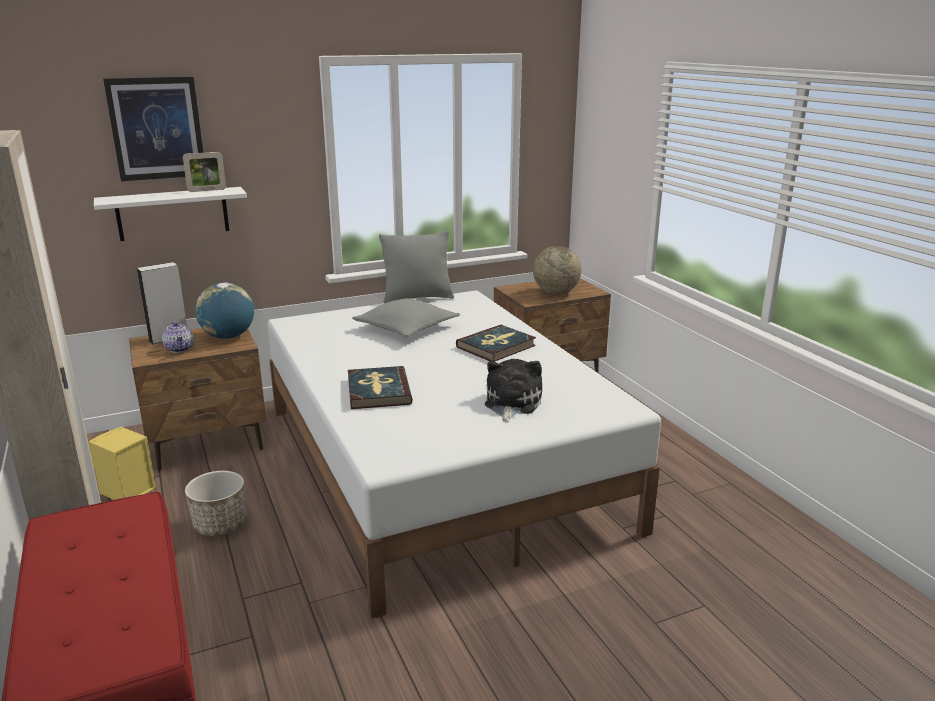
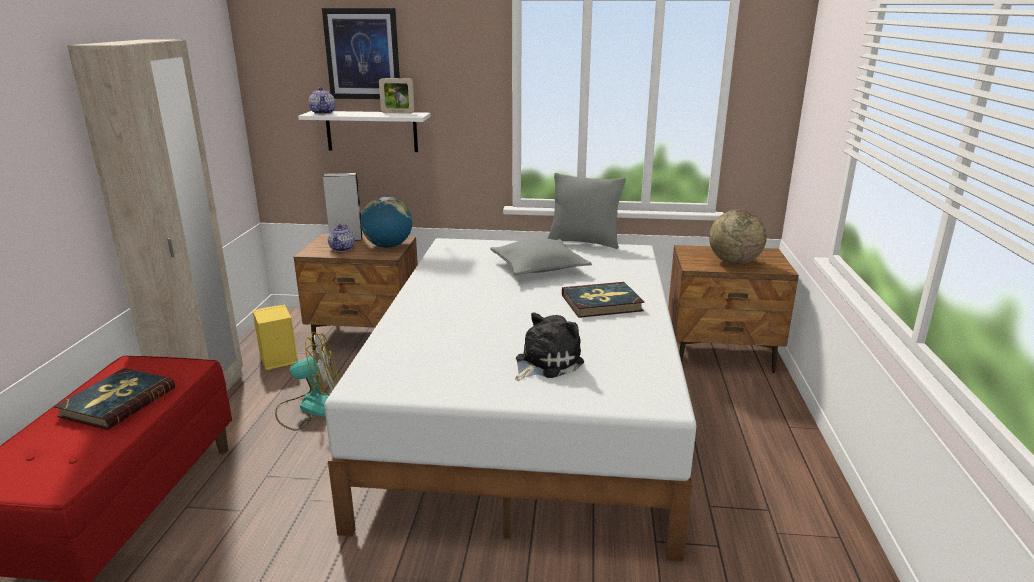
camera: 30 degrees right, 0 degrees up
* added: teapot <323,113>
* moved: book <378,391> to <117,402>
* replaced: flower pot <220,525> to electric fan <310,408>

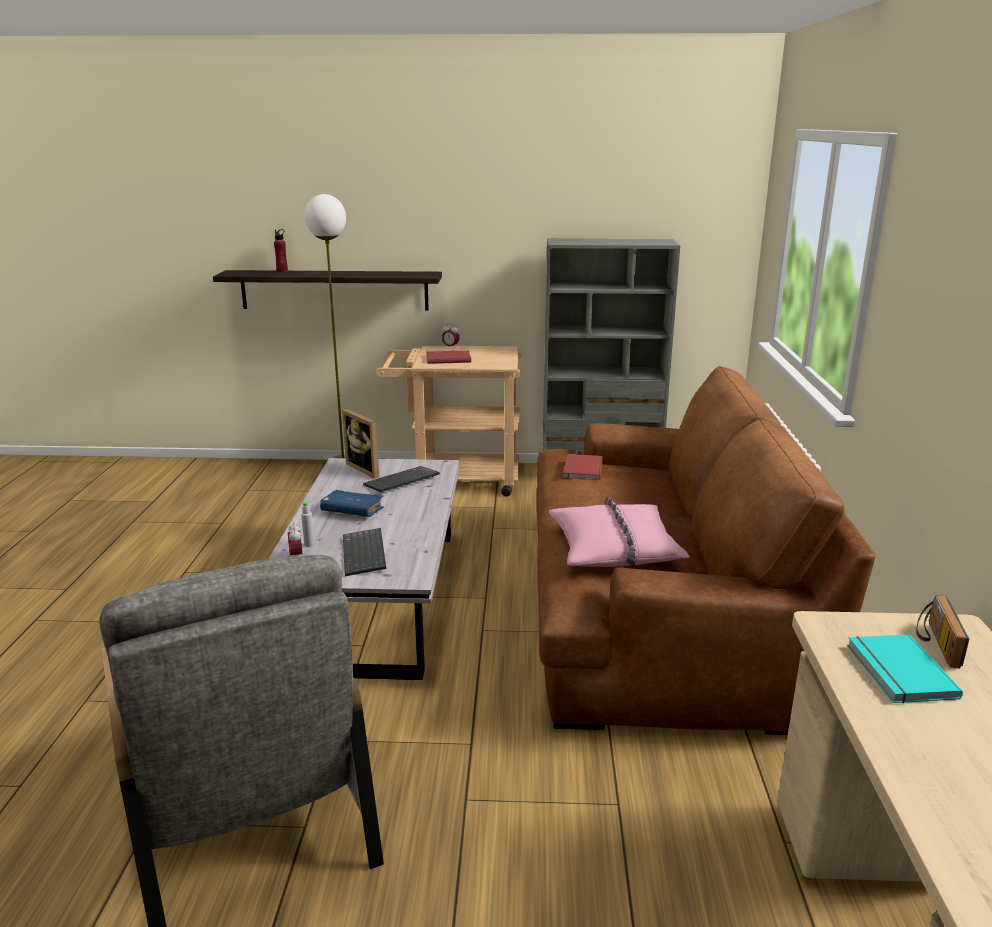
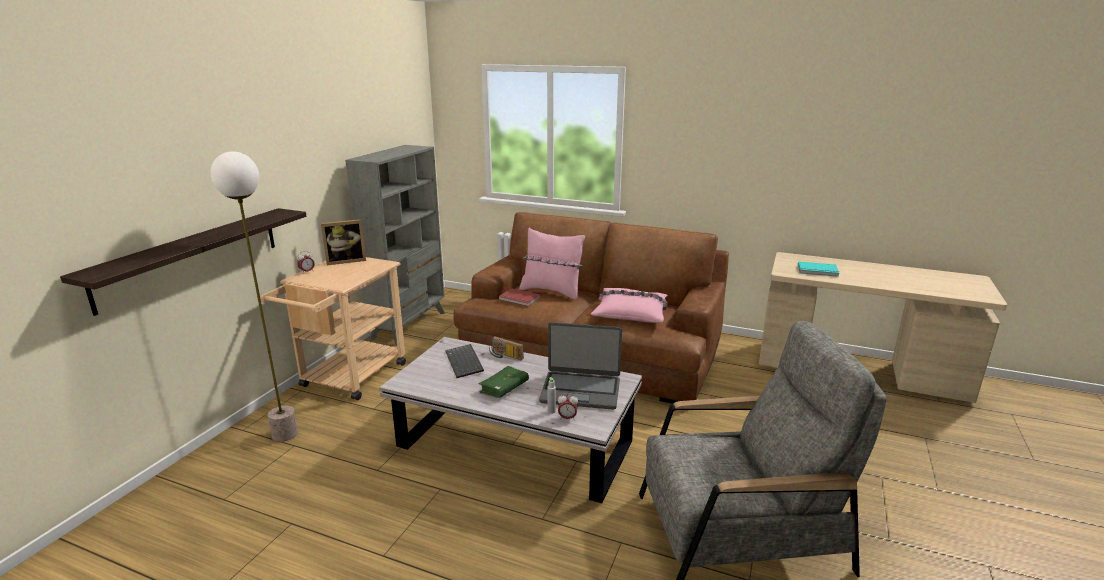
camera: 70 degrees left, 0 degrees up
* removed: red bottle <282,271>
* removed: red book <448,359>
* added: pinkish pillow <552,291>
* moved: picture frame <367,469> to <346,261>
* moved: radio receiver <935,643> to <504,356>
* replaced: keyboard <365,554> to laptop <580,390>
* recoloured: blue book <352,511> to green book <504,388>

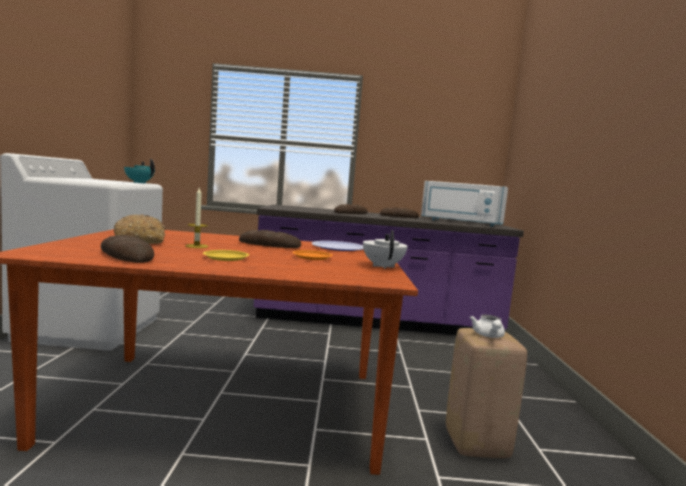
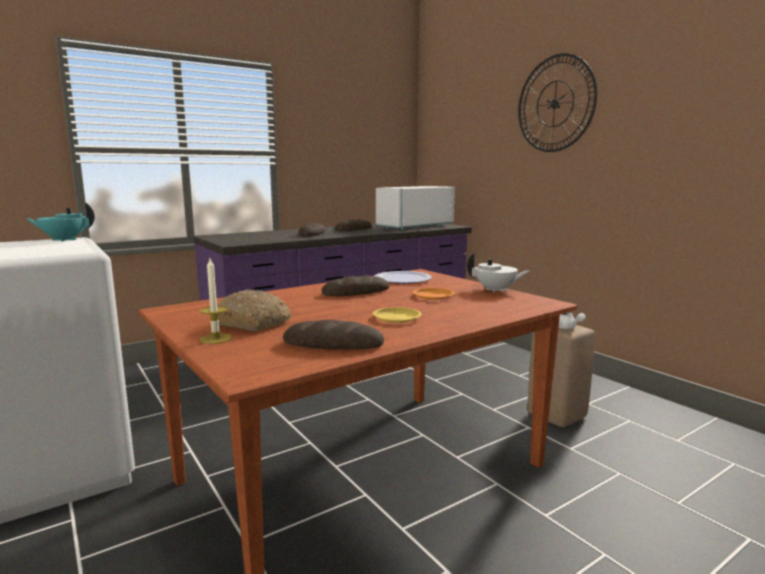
camera: 35 degrees left, 5 degrees up
* added: clock on the wall <555,104>
* moved: wax candle <197,246> to <215,338>
* turned: white-coloured teapot <383,266> = <495,290> 150 degrees clockwise
* turned: white-coloured kitchen microwave <461,222> = <413,226> 150 degrees clockwise

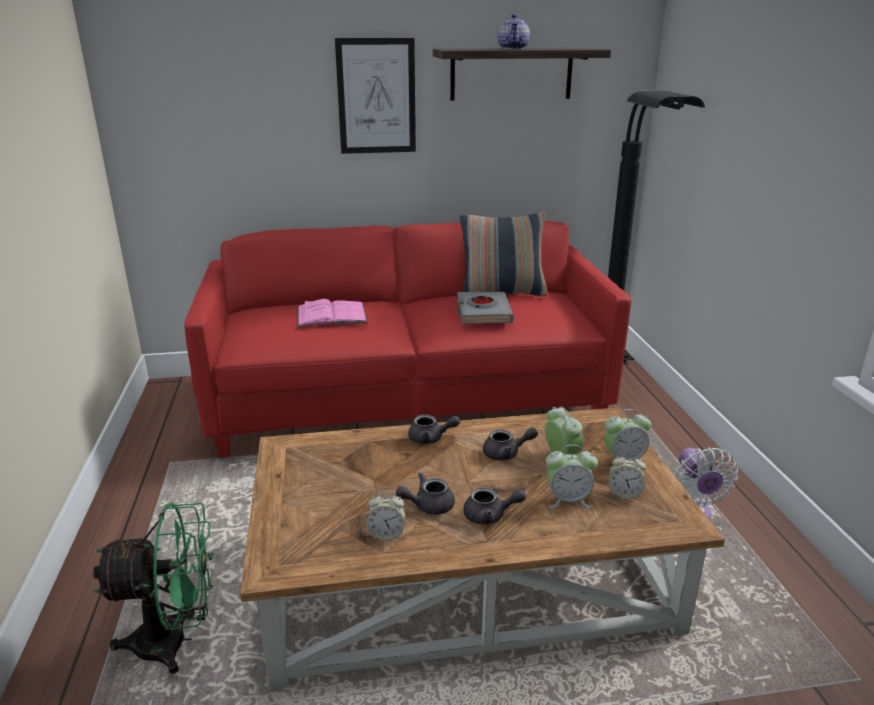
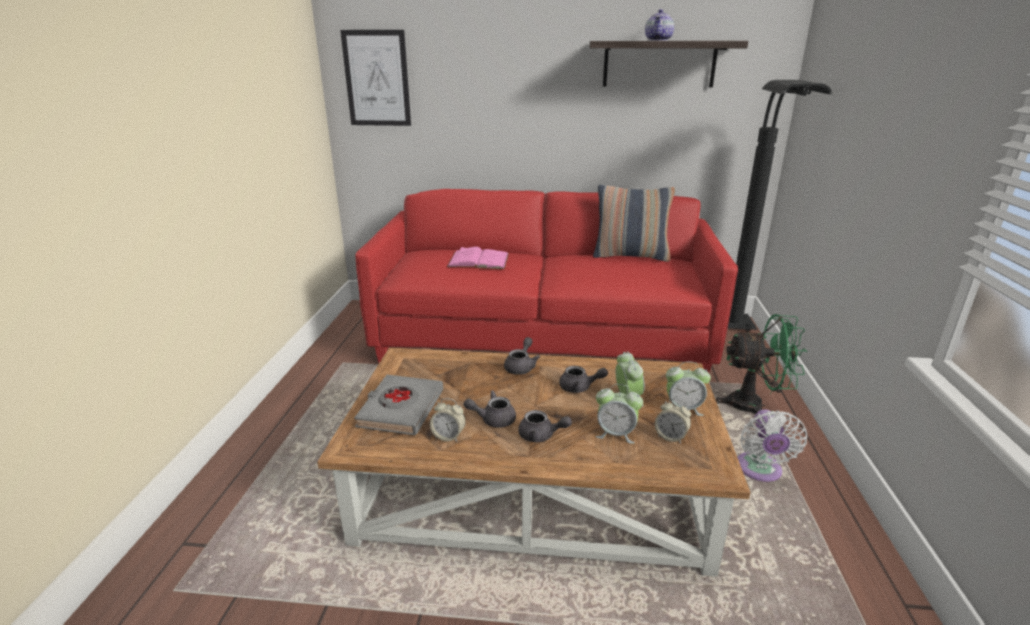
camera: 15 degrees right, 0 degrees up
* moved: green electric fan <175,642> to <754,405>
* moved: wall picture <376,96> to <377,79>
* moved: grey book <483,312> to <400,409>
* turned: grey teapot <431,438> = <521,367> 90 degrees counterclockwise

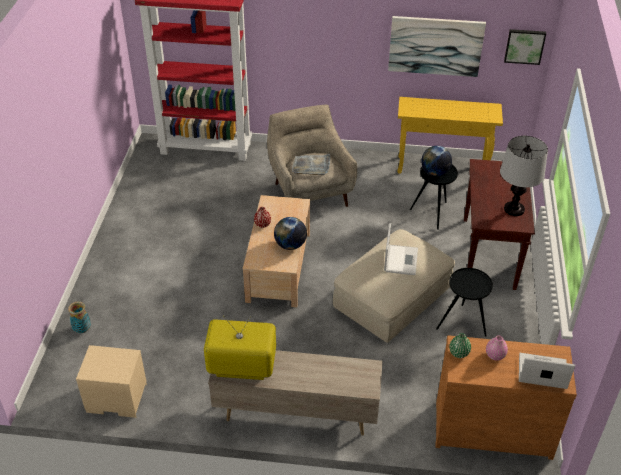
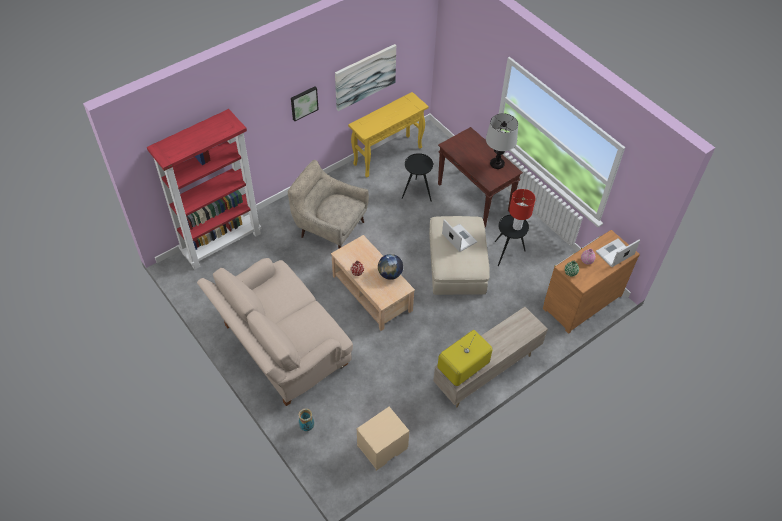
camera: 45 degrees left, 10 degrees up
* removed: grey carrying tray <311,166>
* removed: desk globe <435,172>
* added: beige-coloured settee <281,348>
* added: red lamp for a table <517,226>
* moved: wall picture <524,46> to <303,103>

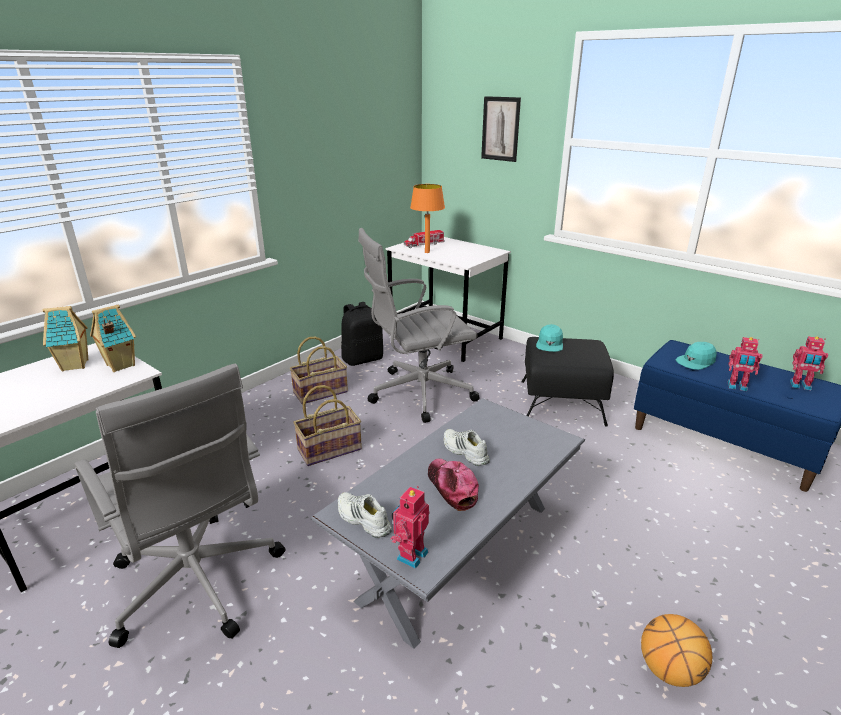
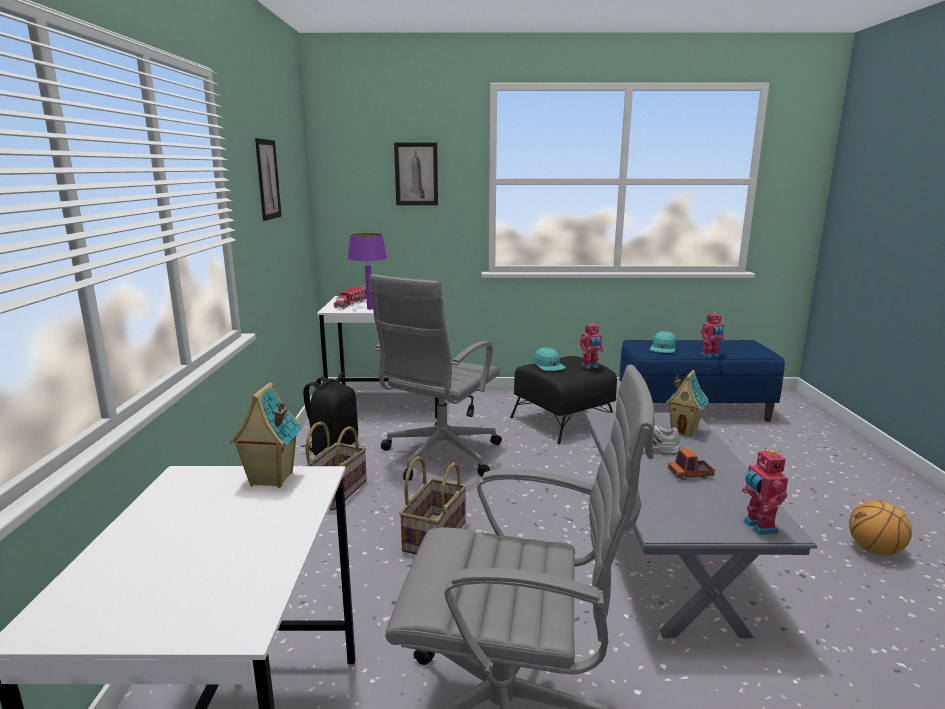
camera: 40 degrees left, 10 degrees down
* removed: white-coloured low shoe <362,519>
* added: wall picture <268,179>
* moved: toy house <76,365> to <684,430>
* moved: robot figure <800,386> to <590,366>
* replaced: peaked cap <452,487> to toy lorry <690,474>
* recoloured: orange lamp for a table <427,252> to purple lamp for a table <370,308>

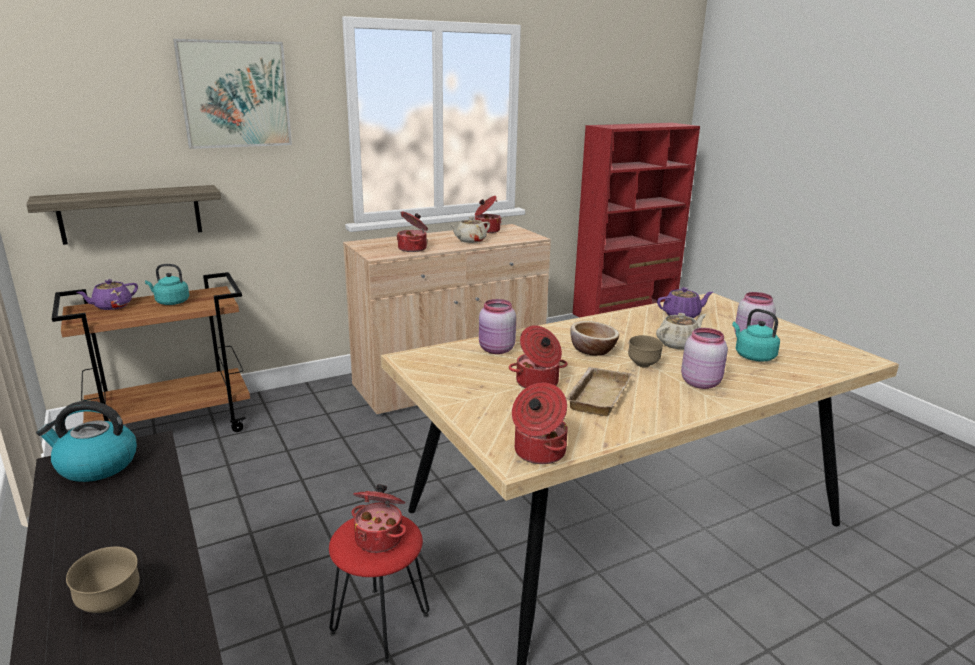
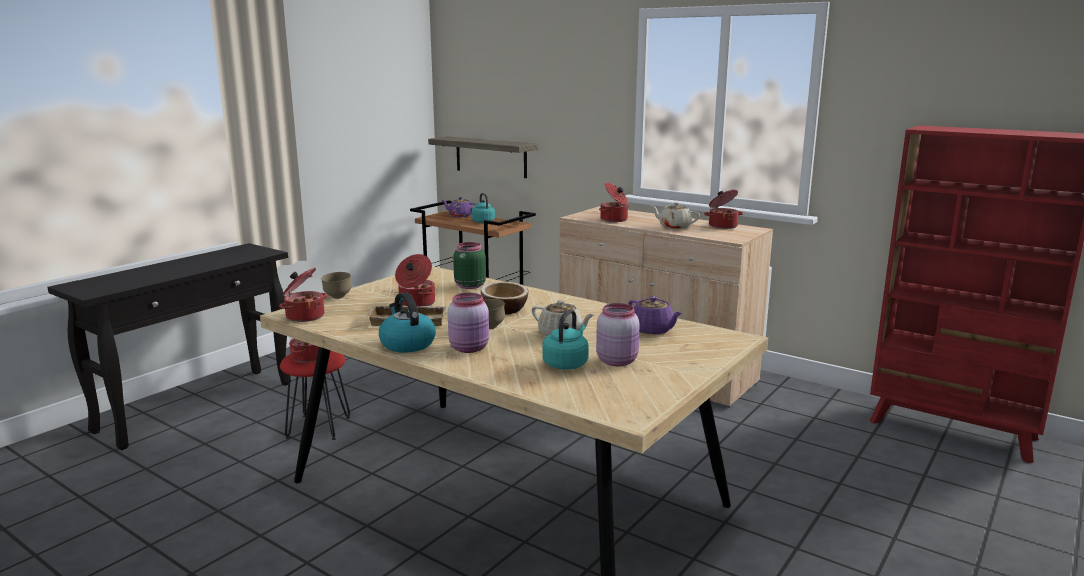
camera: 65 degrees right, 5 degrees down
* removed: wall picture <235,94>
* moved: water kettle <96,465> to <407,344>
* moved: brownish deep dish <111,605> to <337,297>
* recoloured: pinkish preserve jar <496,350> to green preserve jar <469,286>

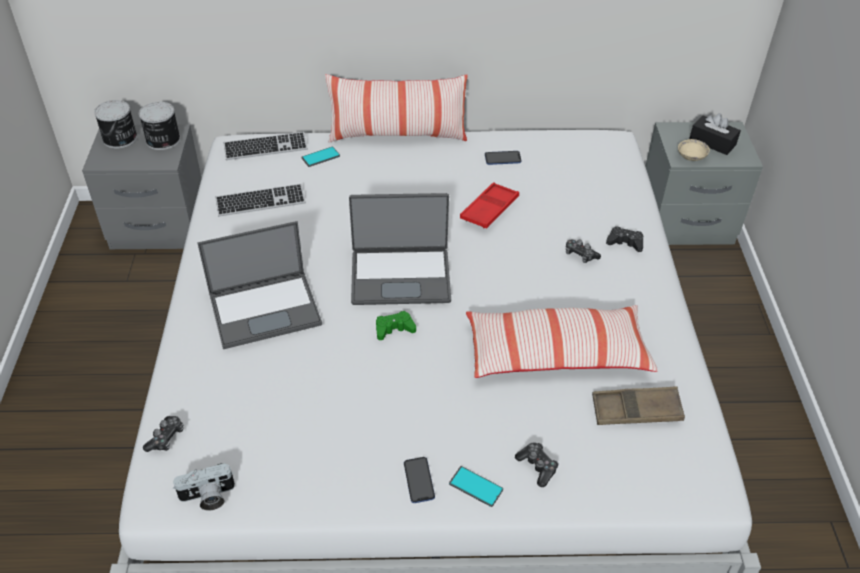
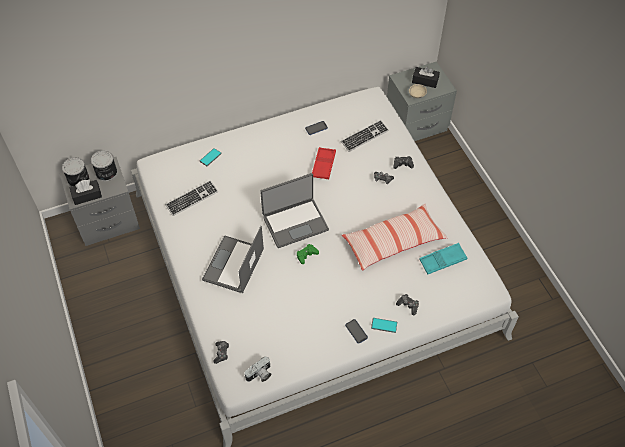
camera: 20 degrees left, 10 degrees up
* removed: pillow <397,135>
* added: blackish tissue holder <87,196>
* moved: keyboard <266,148> to <364,136>
* recoloured: brownish carrying tray <636,410> to blue-green carrying tray <442,260>
* turned: laptop <266,309> = <233,265> 150 degrees clockwise

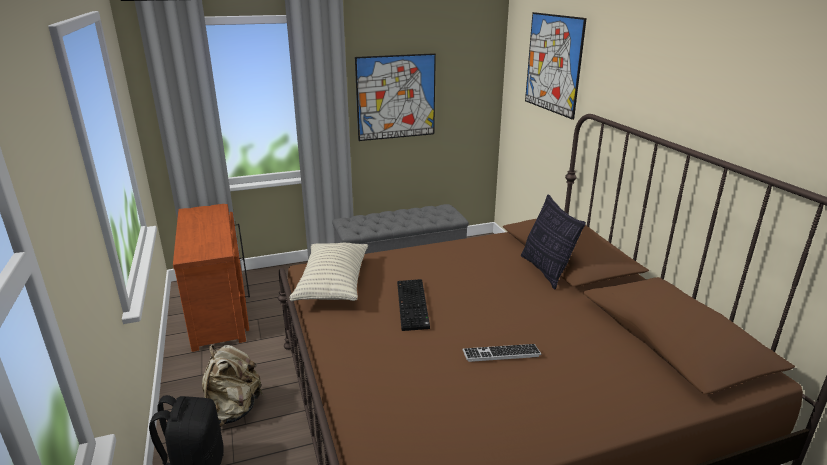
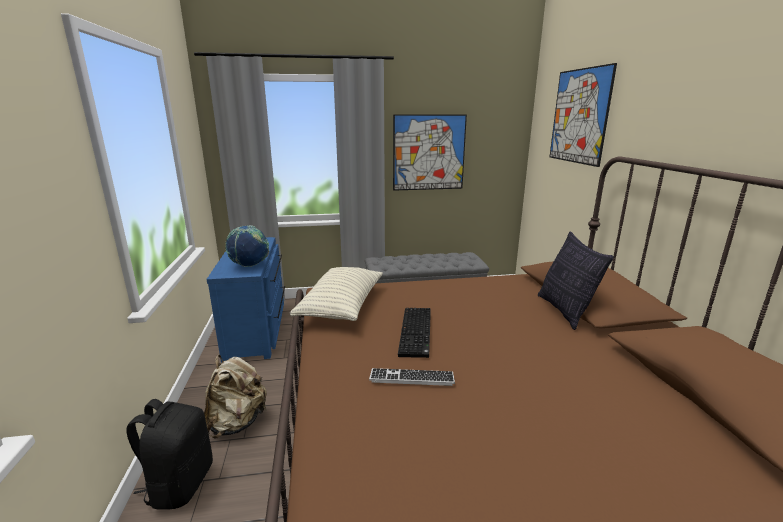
camera: 10 degrees right, 5 degrees down
* added: desk globe <250,266>
* moved: keyboard <501,354> to <411,378>
* recoloured: brownish dresser <221,310> to blue dresser <258,329>

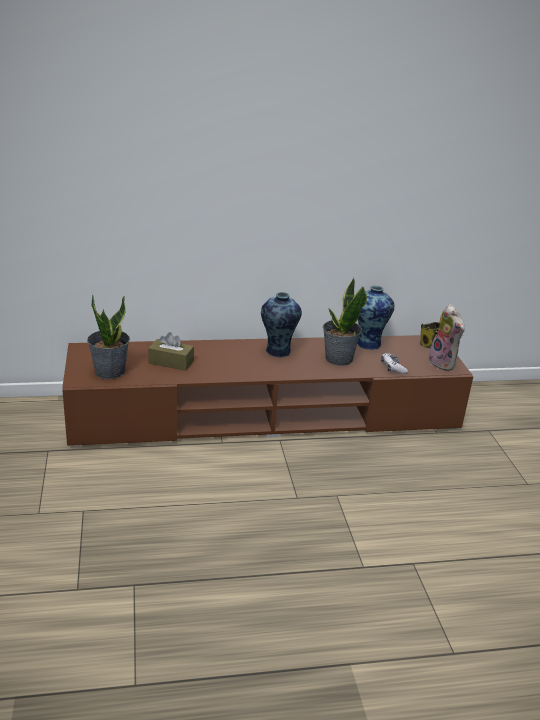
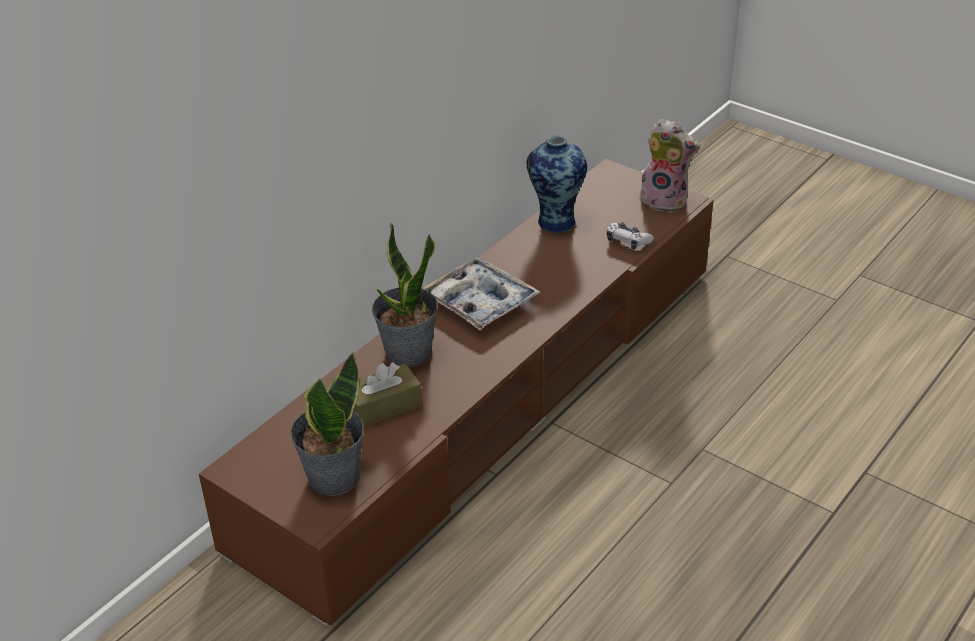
camera: 40 degrees left, 10 degrees up
* removed: tea mug <429,345>
* moved: plant in a pot <338,359> to <408,352>
* replaced: vase <278,352> to carrying tray <479,302>

